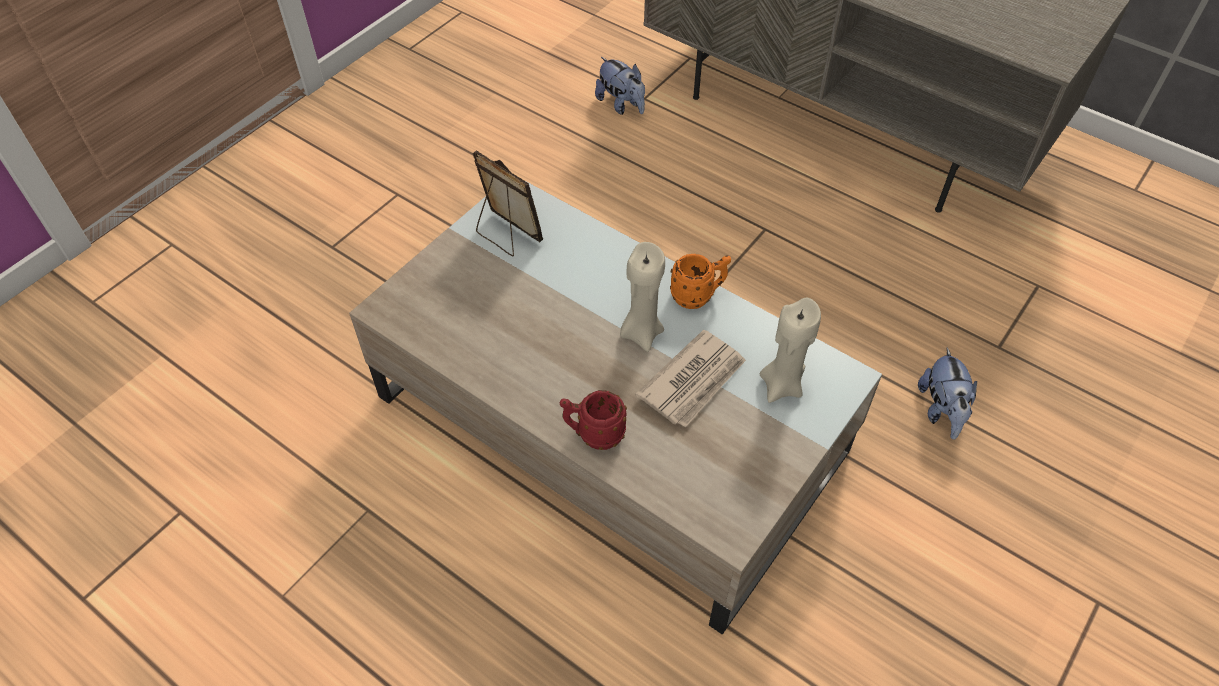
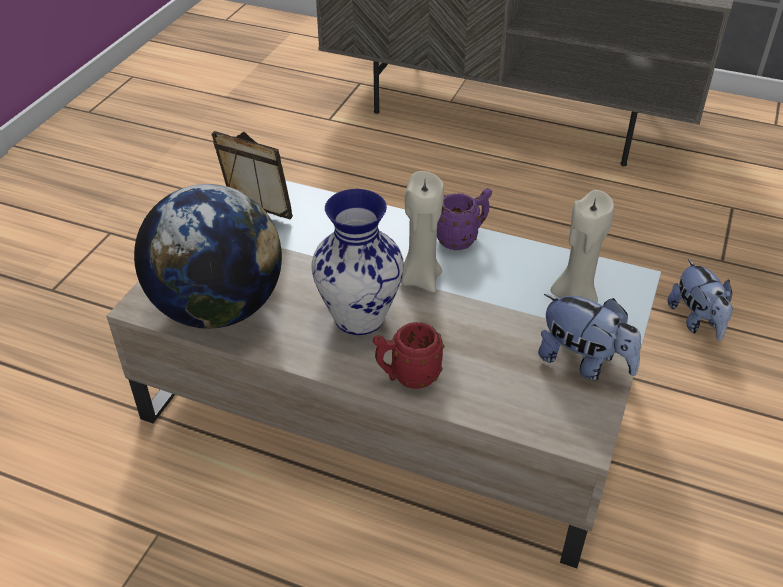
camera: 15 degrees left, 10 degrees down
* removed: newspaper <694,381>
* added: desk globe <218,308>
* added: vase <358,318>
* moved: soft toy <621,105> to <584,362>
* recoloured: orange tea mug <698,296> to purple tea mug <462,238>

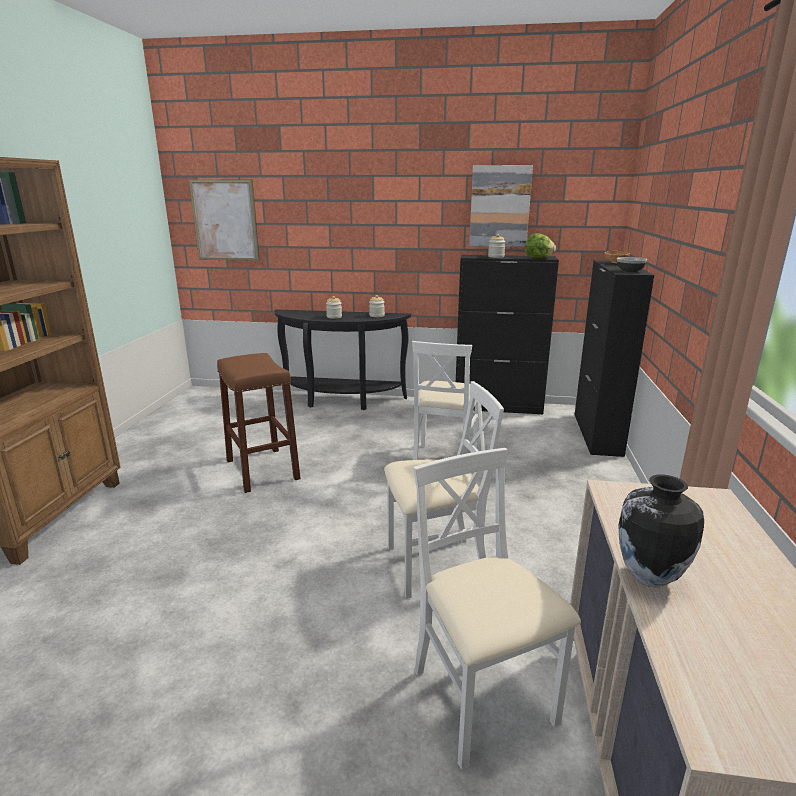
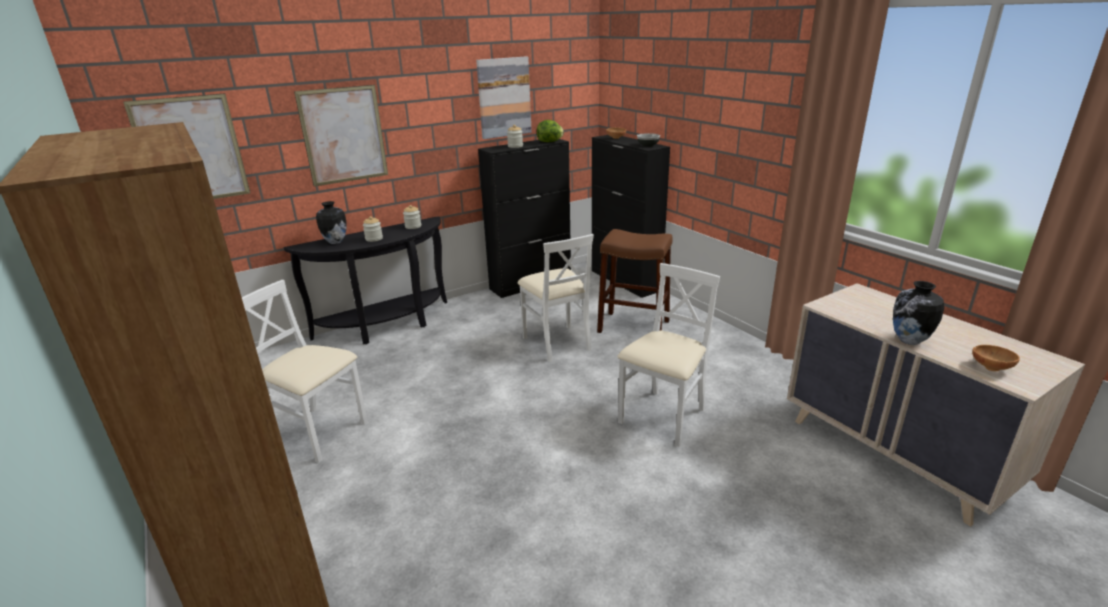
camera: 40 degrees left, 5 degrees up
* added: wall picture <343,135>
* added: vase <335,242>
* added: brownish deep dish <991,367>
* moved: brownish sitting stool <262,469> to <633,326>
* moved: white-coloured upright chair <482,699> to <319,432>

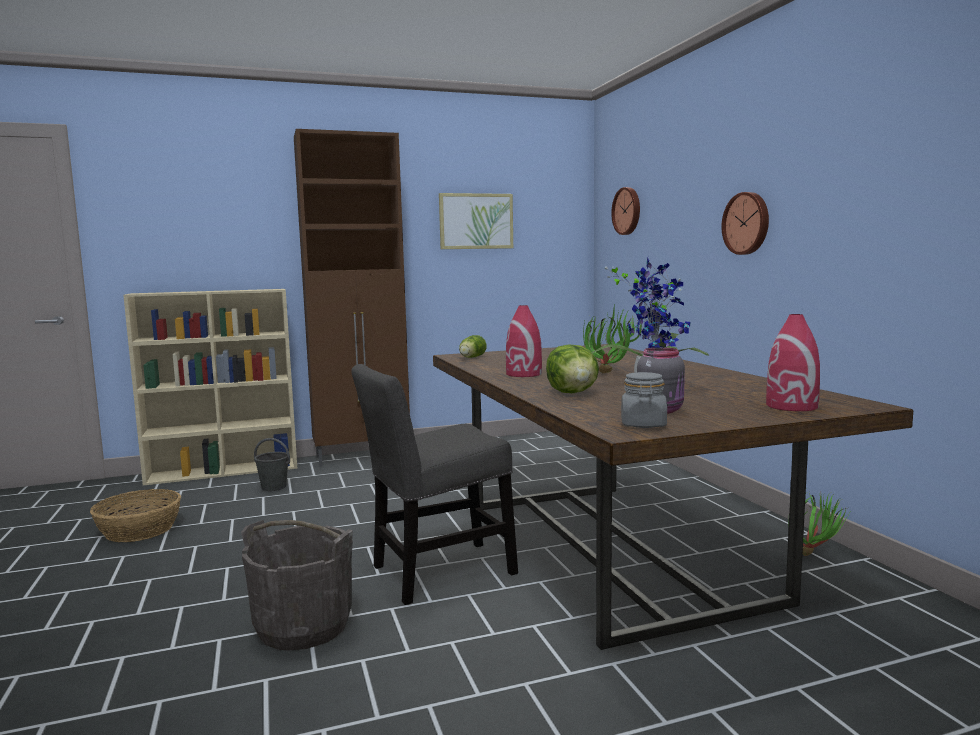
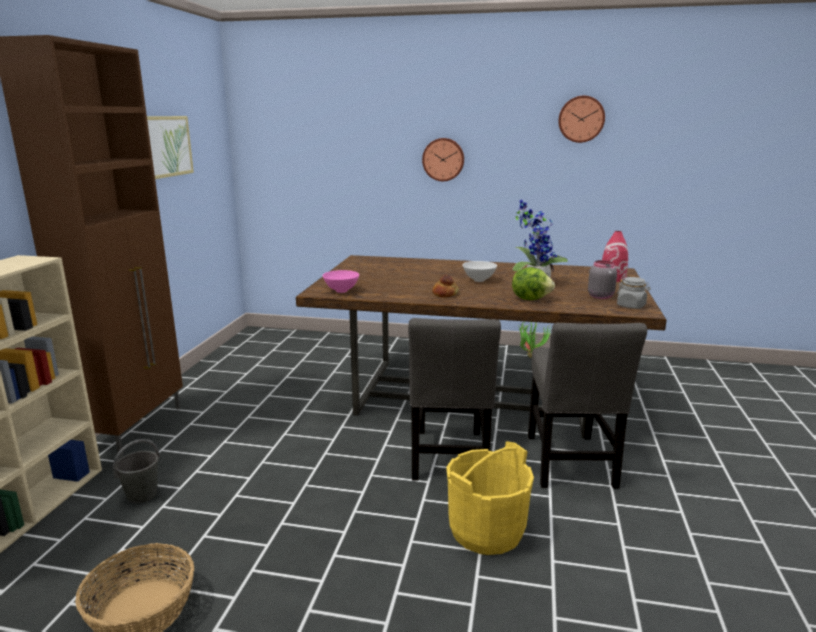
camera: 60 degrees left, 10 degrees up
* added: grey upright chair <570,464>
* moved: clock on the wall <627,211> to <581,119>
* replaced: lettuce <471,358> to pinkish deep dish <341,291>
* replaced: red vase <524,374> to bakery bread <445,294>
* replaced: plant in a pot <611,374> to white-coloured deep dish <479,280>
* recoloured: grey pail <304,626> to yellow pail <486,530>

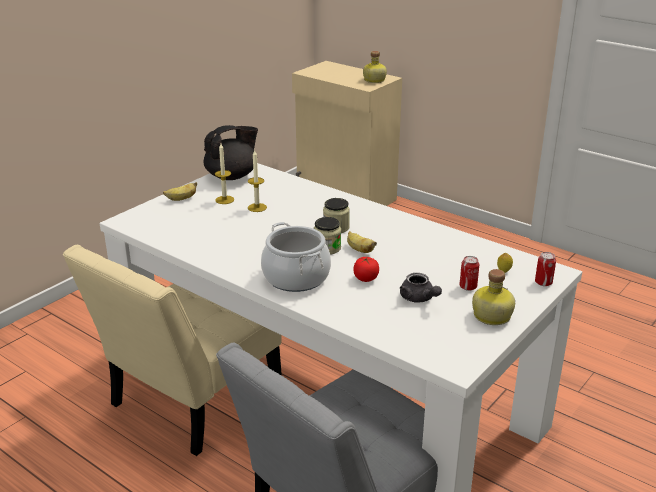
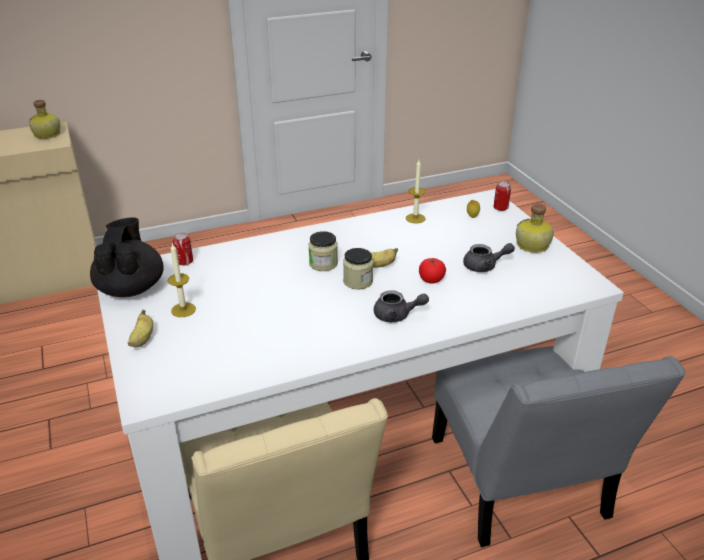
camera: 60 degrees left, 5 degrees up
* moved: wax candle <257,207> to <415,218>
* moved: metal can <468,287> to <184,262>
* replaced: saucepot <296,277> to grey teapot <397,315>

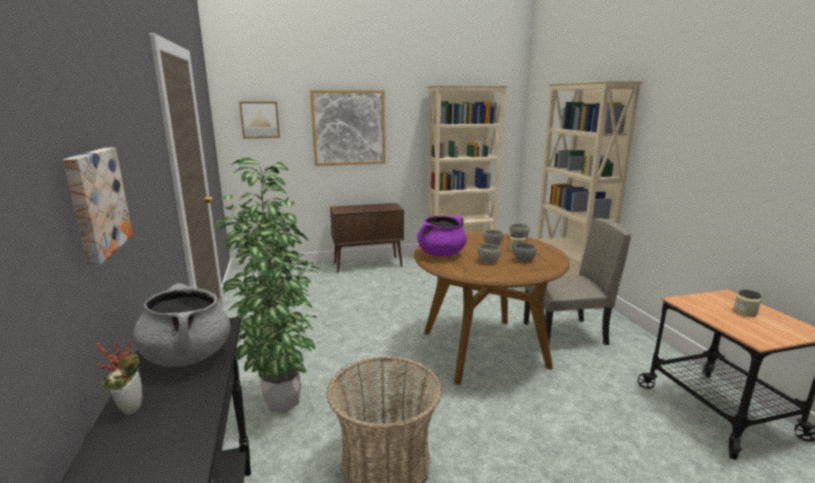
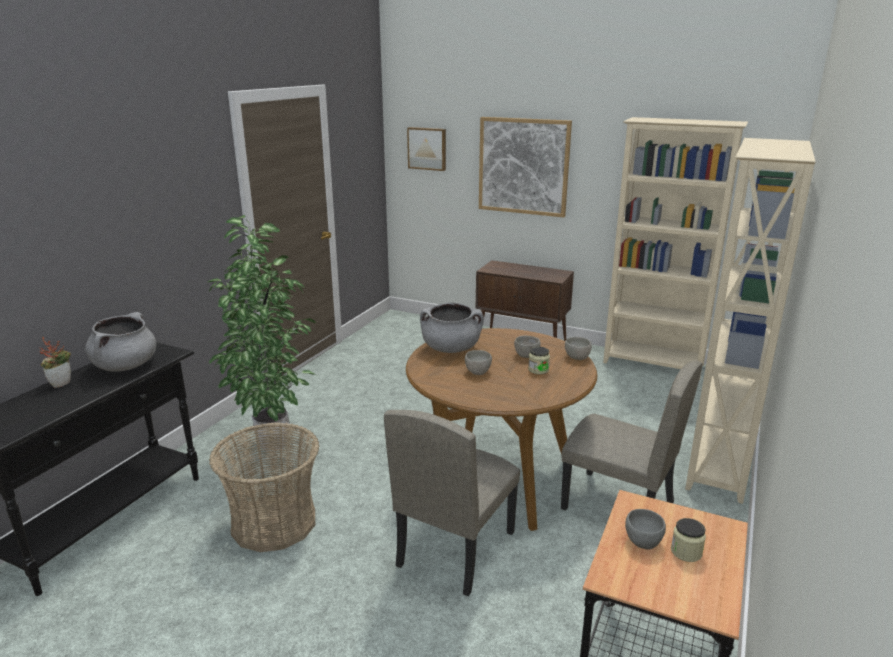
camera: 40 degrees right, 5 degrees up
* removed: wall picture <95,202>
* added: beige-coloured upright chair <455,548>
* moved: grey deep dish <523,260> to <642,541>
* recoloured: purple saucepot <441,254> to grey saucepot <451,349>

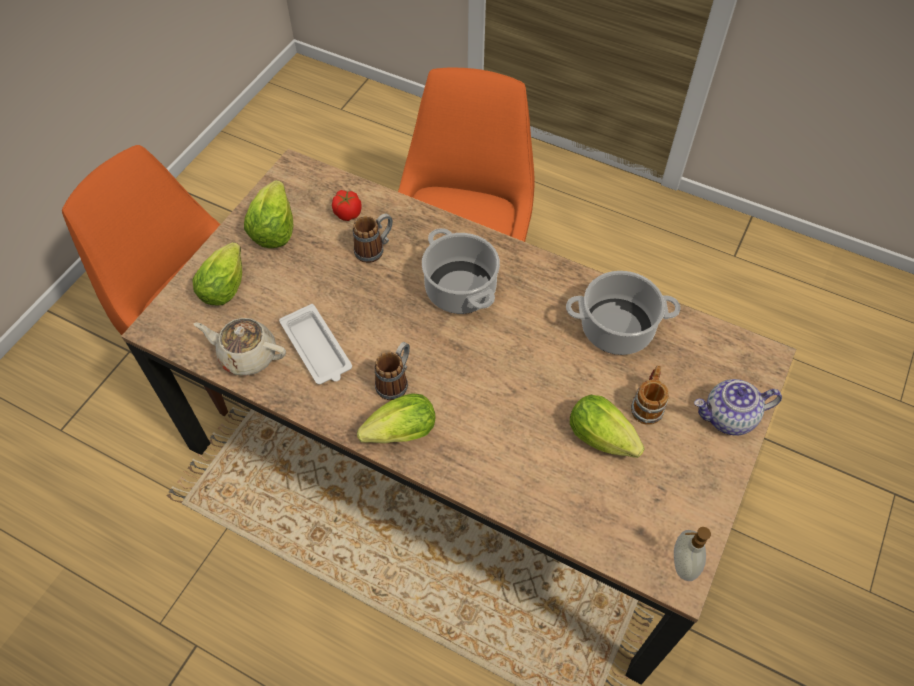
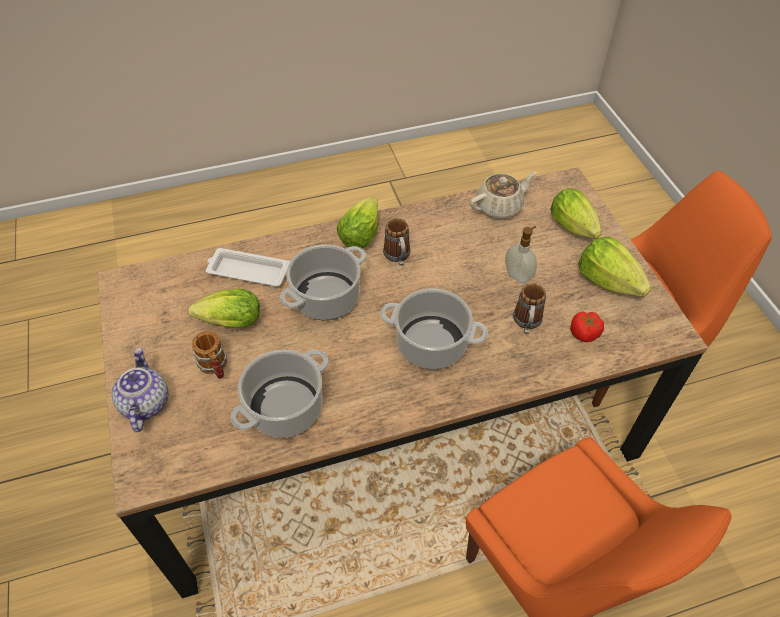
camera: 135 degrees right, 5 degrees down
* added: saucepot <326,297>
* moved: white-coloured carrying tray <317,349> to <247,271>
* moved: liquid soap bottle <681,564> to <518,275>
* turned: teapot <728,418> = <145,403> 45 degrees counterclockwise

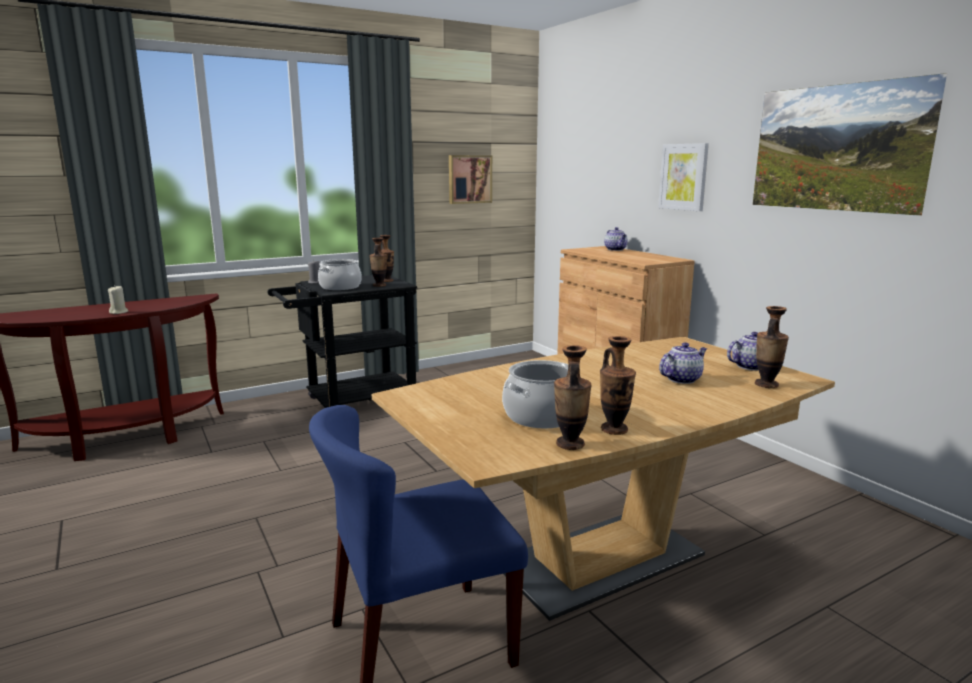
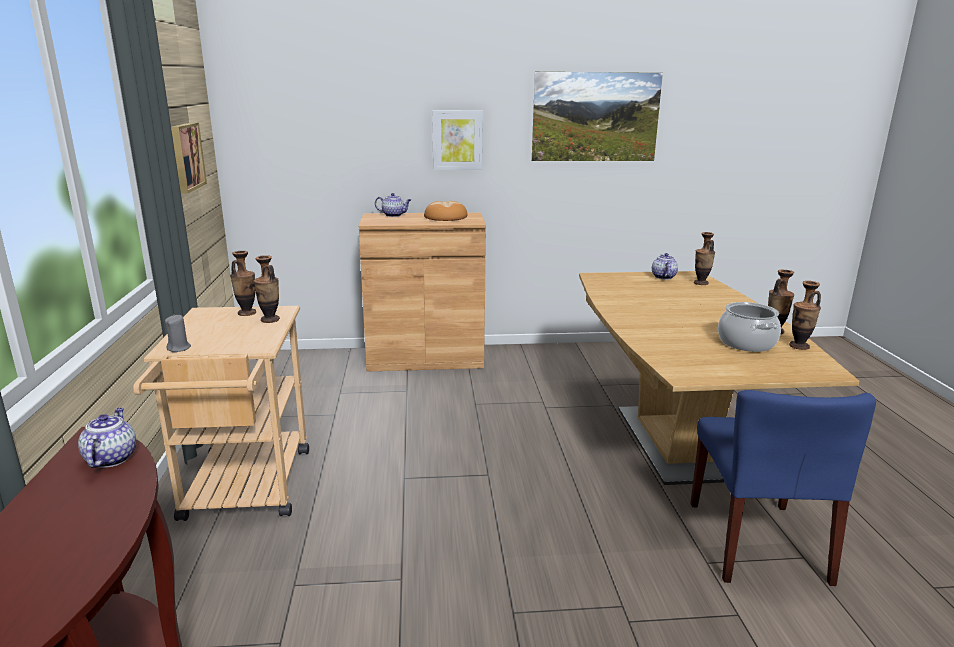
camera: 65 degrees left, 5 degrees up
* removed: beige-coloured wax candle <119,312>
* removed: saucepot <340,287>
* added: bakery bread <445,217>
* moved: teapot <682,379> to <111,458>
* recoloured: blackish trolley <351,403> to beige-coloured trolley <245,492>

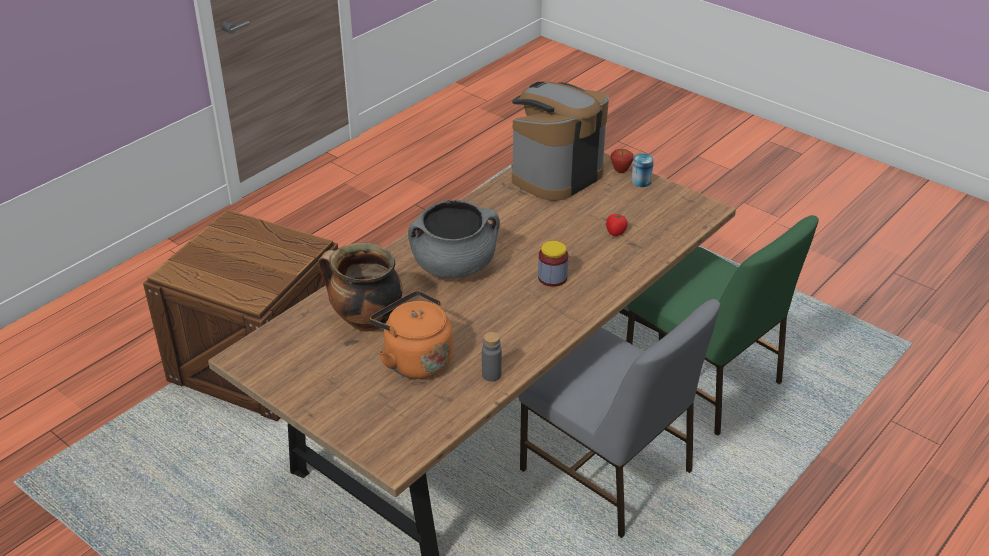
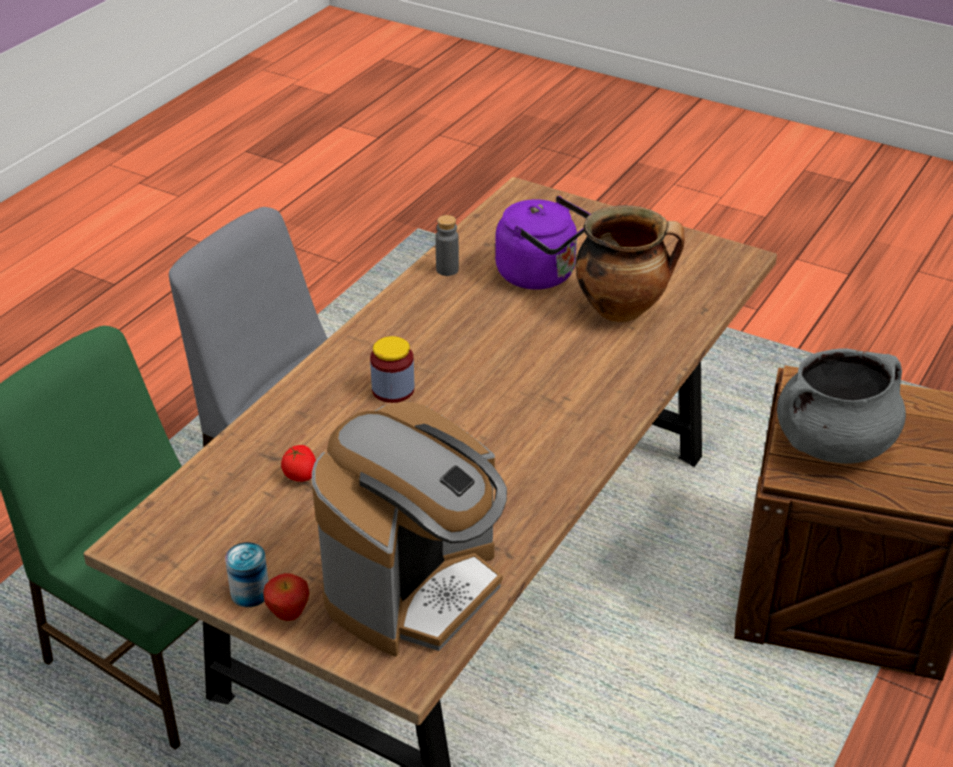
camera: 170 degrees right, 0 degrees up
* moved: grey saucepot <454,265> to <833,444>
* recoloured: orange water kettle <415,360> to purple water kettle <541,275>

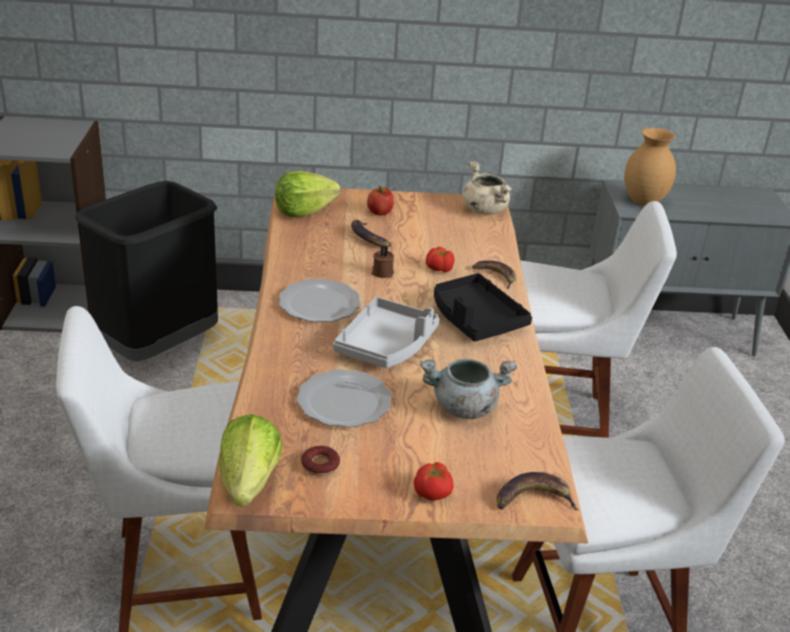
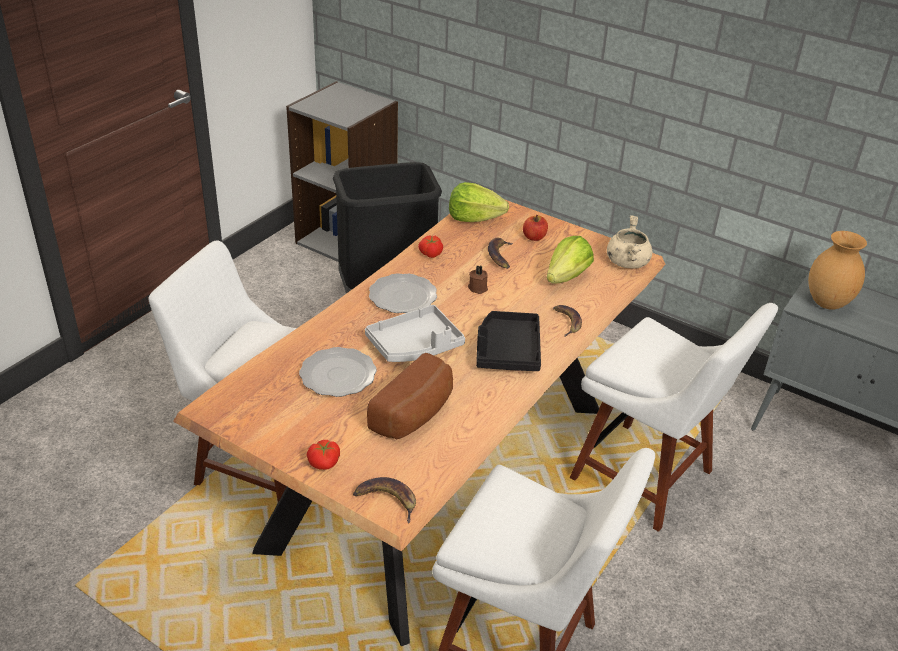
camera: 35 degrees right, 5 degrees up
* removed: ring doughnut <320,465>
* moved: lettuce <249,483> to <566,277>
* moved: fresh tomato <439,269> to <430,253>
* replaced: grey saucepot <464,408> to bakery bread <416,414>

